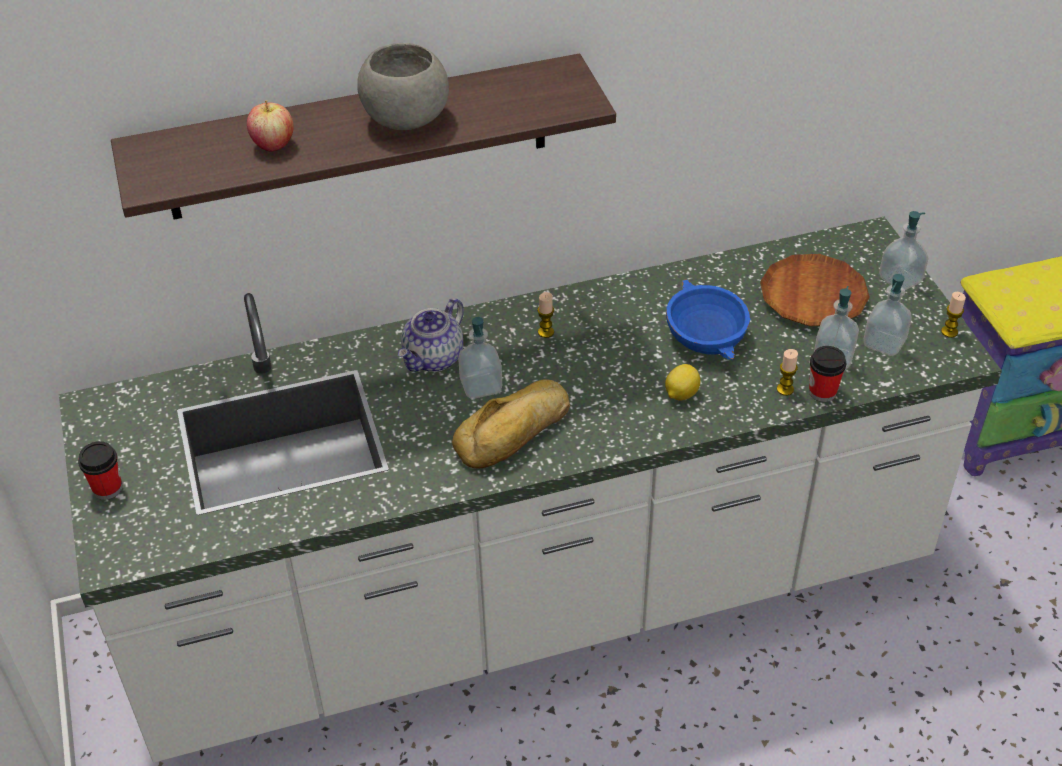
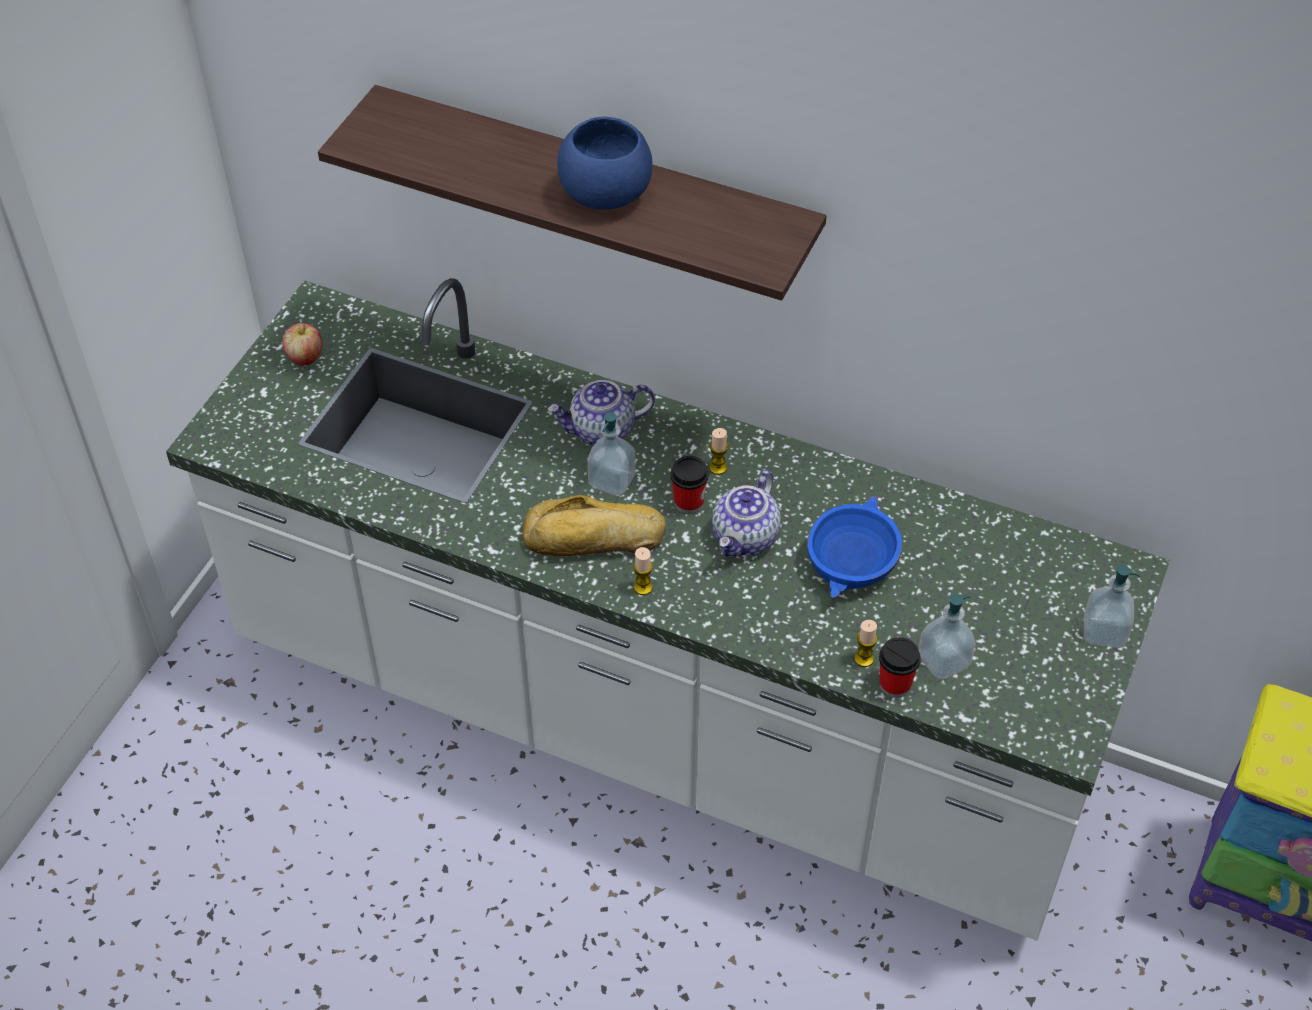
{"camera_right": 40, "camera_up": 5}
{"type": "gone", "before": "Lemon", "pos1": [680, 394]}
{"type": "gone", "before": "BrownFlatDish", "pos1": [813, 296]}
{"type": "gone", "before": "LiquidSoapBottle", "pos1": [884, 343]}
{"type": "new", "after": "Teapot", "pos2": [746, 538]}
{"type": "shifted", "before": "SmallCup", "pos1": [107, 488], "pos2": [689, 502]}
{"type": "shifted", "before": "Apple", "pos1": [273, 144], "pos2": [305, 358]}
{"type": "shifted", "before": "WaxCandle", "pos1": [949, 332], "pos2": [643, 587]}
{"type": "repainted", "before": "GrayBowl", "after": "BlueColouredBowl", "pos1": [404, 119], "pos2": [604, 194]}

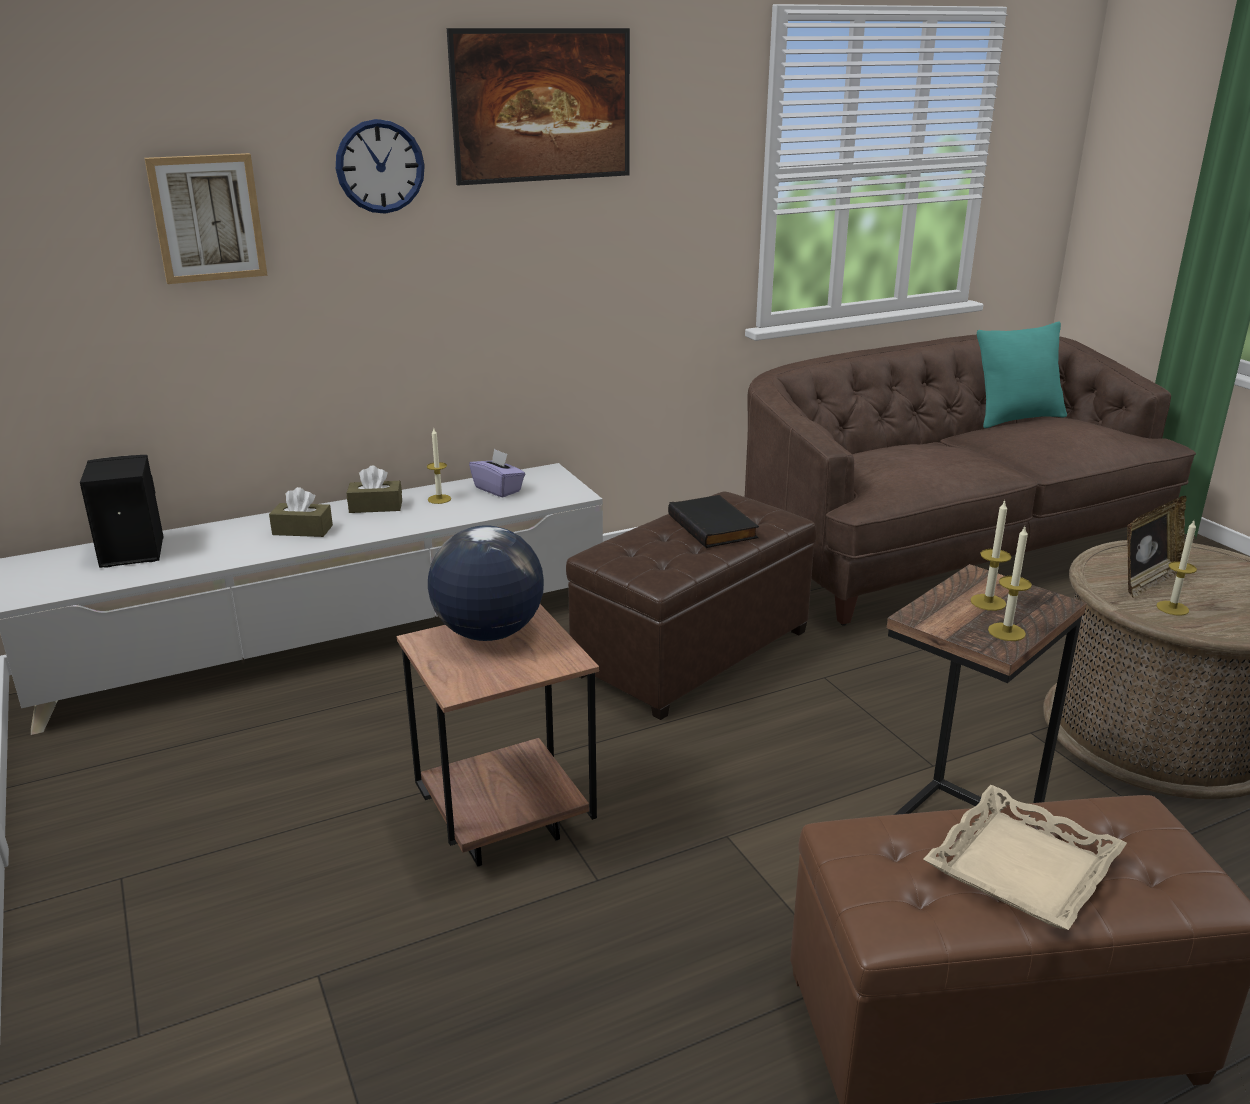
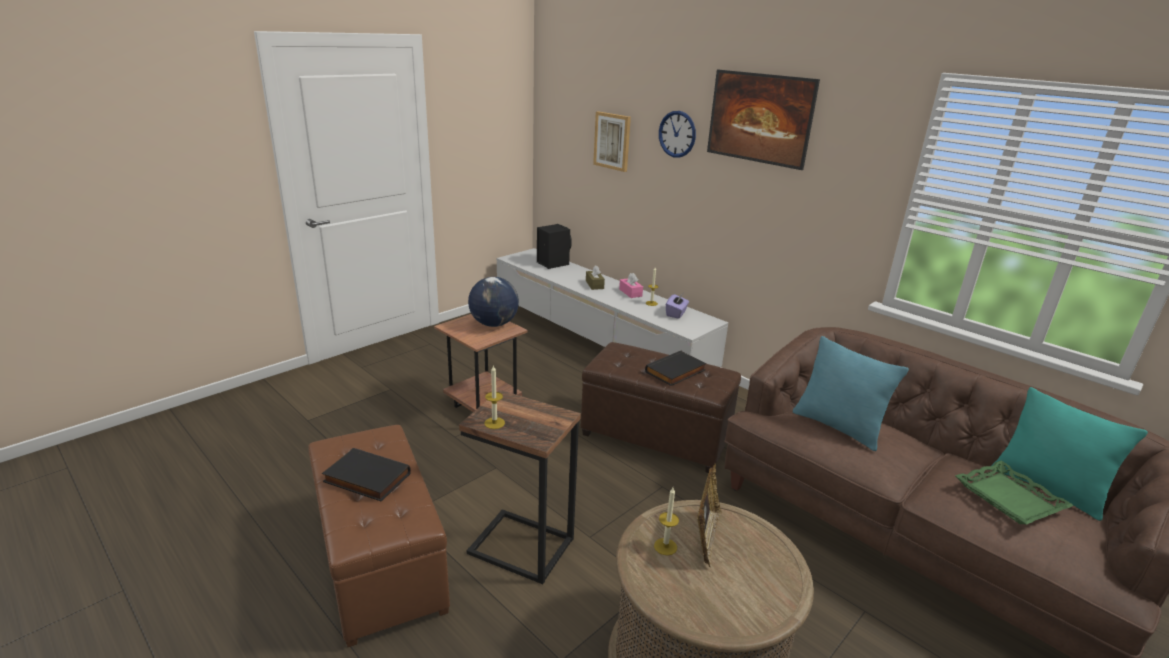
{"camera_right": 70, "camera_up": 0}
{"type": "gone", "before": "WaxCandle", "pos1": [988, 602]}
{"type": "new", "after": "BlueGreenCushion", "pos2": [838, 427]}
{"type": "new", "after": "GreenColouredCarryingTray", "pos2": [1008, 498]}
{"type": "swapped", "before": "BeigeCarryingTray", "after": "BlackBook", "pos1": [1024, 868], "pos2": [365, 479]}
{"type": "repainted", "before": "BrownTissueHolder", "after": "PinkColouredTissueHolder", "pos1": [375, 506], "pos2": [630, 293]}
{"type": "rotated", "before": "StandingFrame", "pos1": [1148, 581], "pos2": [706, 537], "turn": -105}

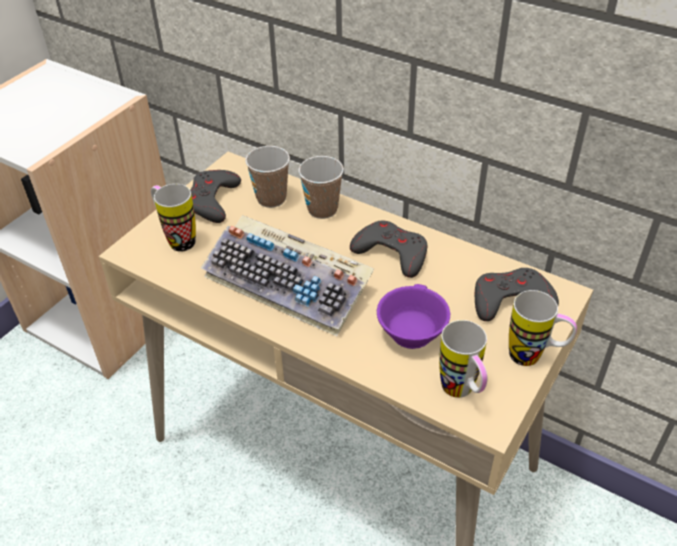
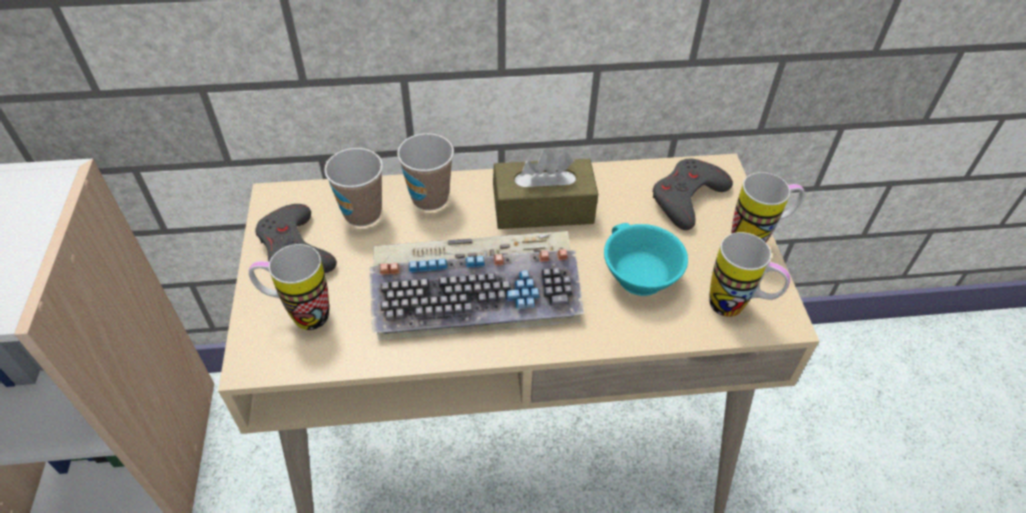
{"camera_right": -40, "camera_up": 5}
{"type": "swapped", "before": "GrayJoypad", "after": "BrownTissueHolder", "pos1": [391, 253], "pos2": [543, 208]}
{"type": "repainted", "before": "PurplishSmallCup", "after": "BlueGreenSmallCup", "pos1": [409, 330], "pos2": [636, 276]}

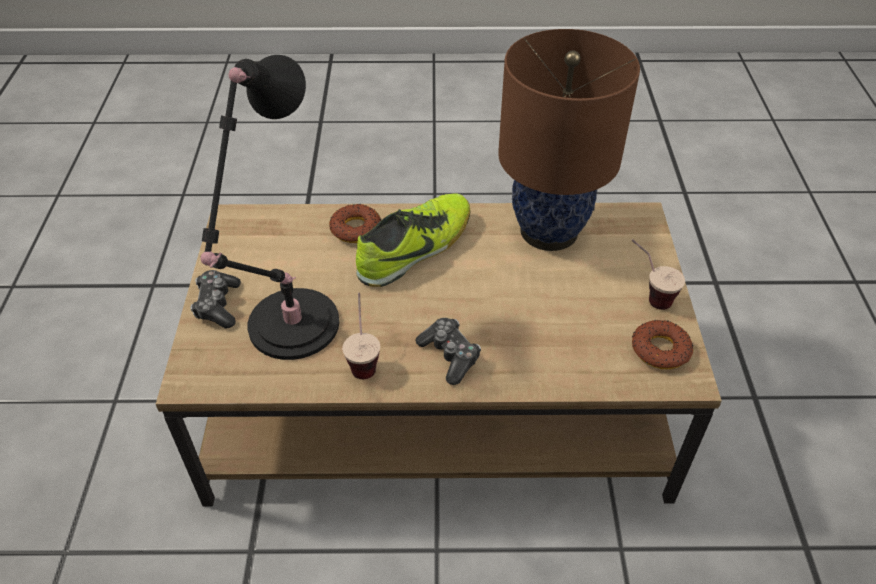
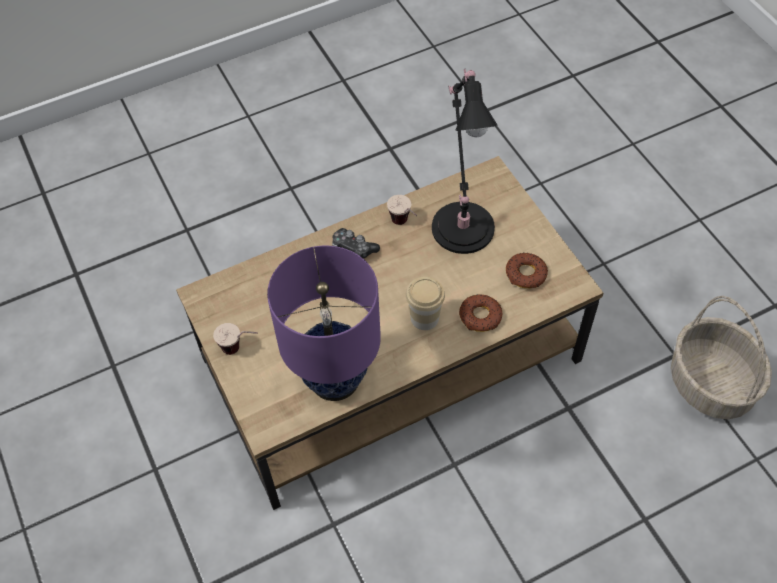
{"camera_right": 155, "camera_up": 10}
{"type": "gone", "before": "Joypad", "pos1": [218, 305]}
{"type": "new", "after": "Basket", "pos2": [709, 383]}
{"type": "shifted", "before": "Doughnut", "pos1": [660, 349], "pos2": [526, 274]}
{"type": "swapped", "before": "Shoe", "after": "SmallCup", "pos1": [416, 249], "pos2": [424, 318]}
{"type": "repainted", "before": "BrownLampForATable", "after": "PurplishLampForATable", "pos1": [549, 231], "pos2": [334, 379]}

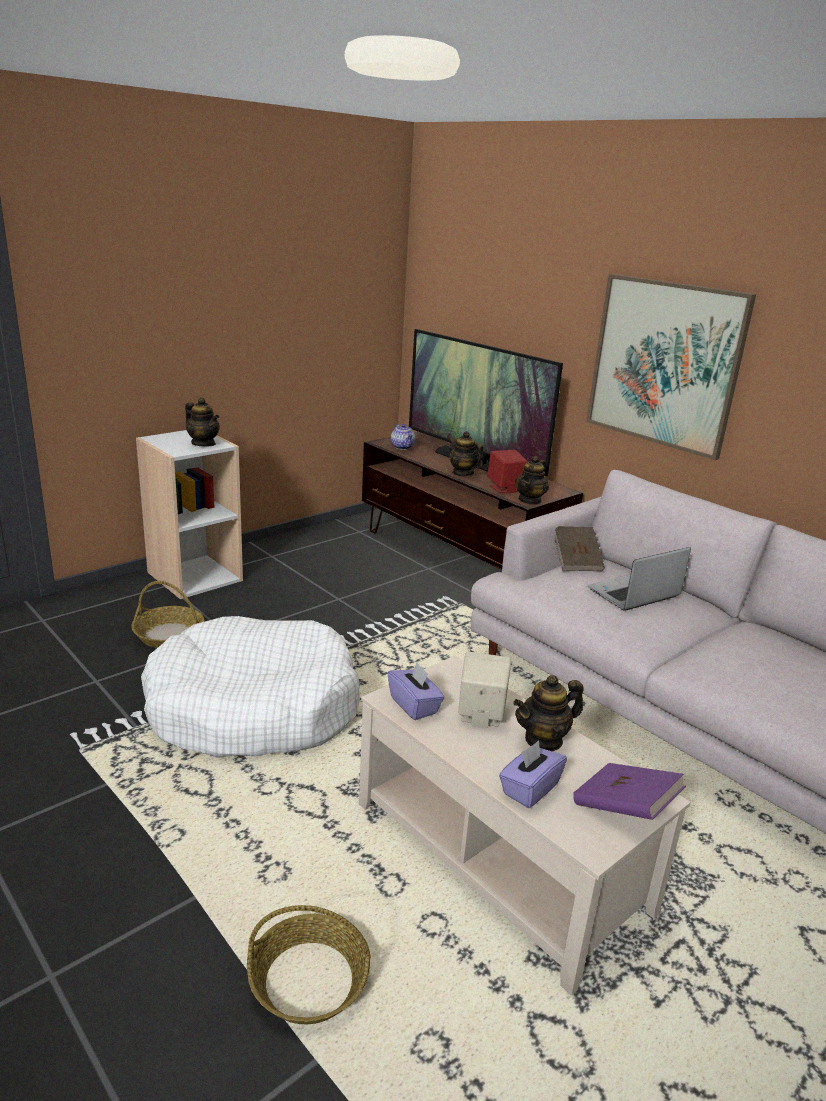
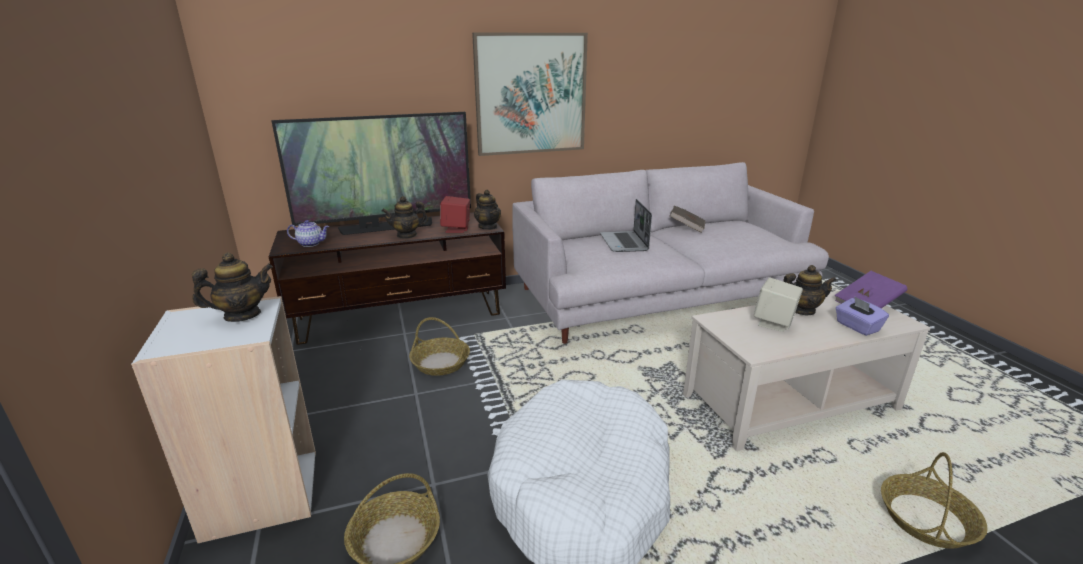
{"camera_right": -65, "camera_up": 0}
{"type": "gone", "before": "PurplishTissueHolder", "pos1": [414, 705]}
{"type": "new", "after": "Basket", "pos2": [440, 363]}
{"type": "shifted", "before": "BrownBook", "pos1": [576, 561], "pos2": [686, 227]}
{"type": "rotated", "before": "Teapot", "pos1": [544, 740], "pos2": [801, 310], "turn": -90}

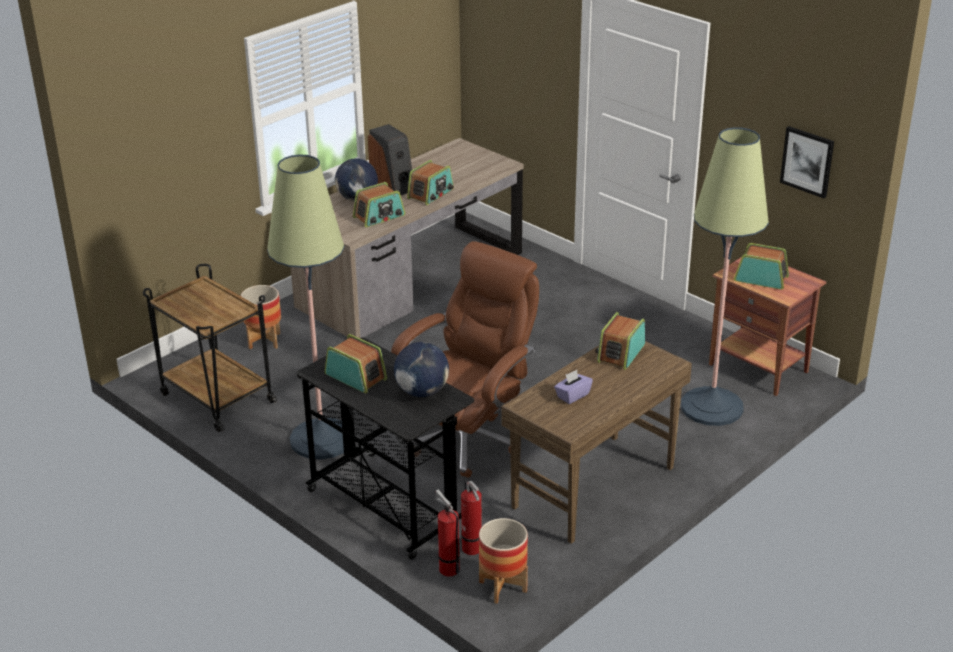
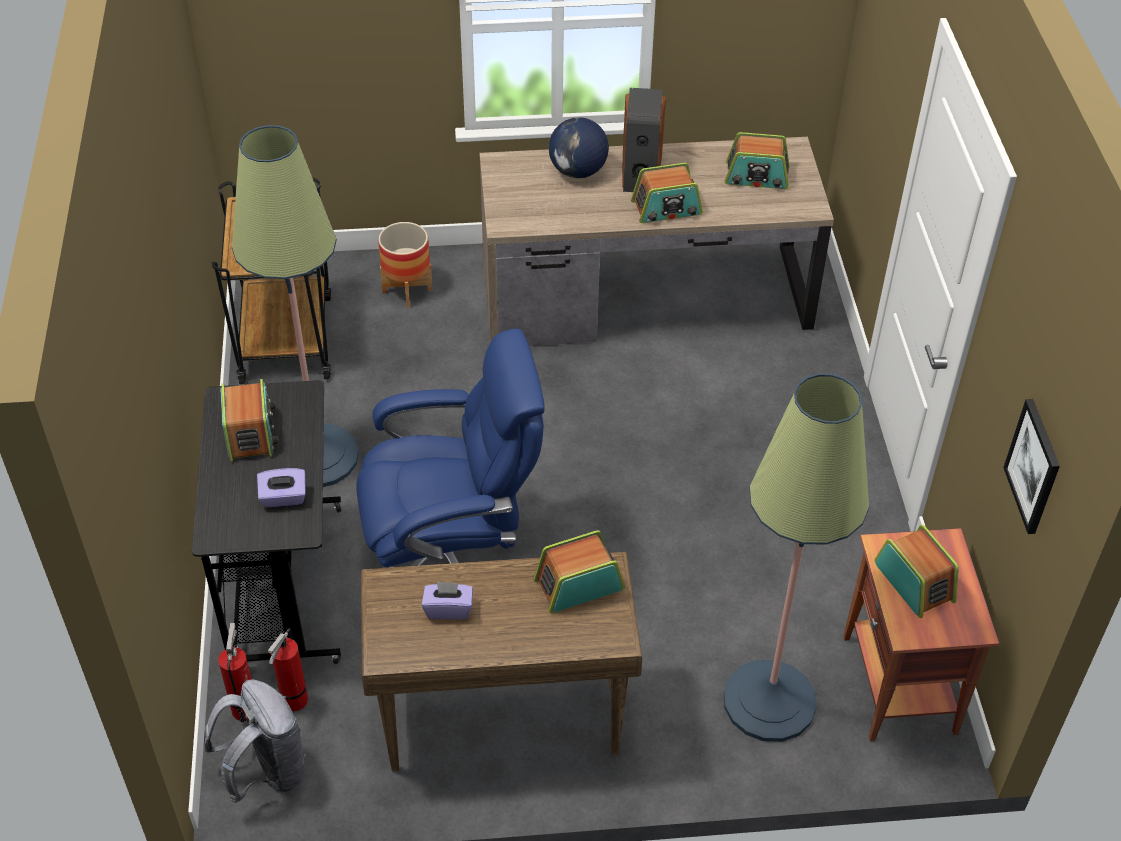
{"camera_right": 40, "camera_up": 15}
{"type": "shifted", "before": "RadioReceiver", "pos1": [379, 216], "pos2": [757, 176]}
{"type": "swapped", "before": "Globe", "after": "PurplishTissueHolder", "pos1": [422, 391], "pos2": [283, 498]}
{"type": "swapped", "before": "Planter", "after": "GrayKnapsack", "pos1": [502, 587], "pos2": [266, 772]}
{"type": "repainted", "before": "BrownDeskChair", "after": "BlueColouredDeskChair", "pos1": [468, 440], "pos2": [452, 557]}

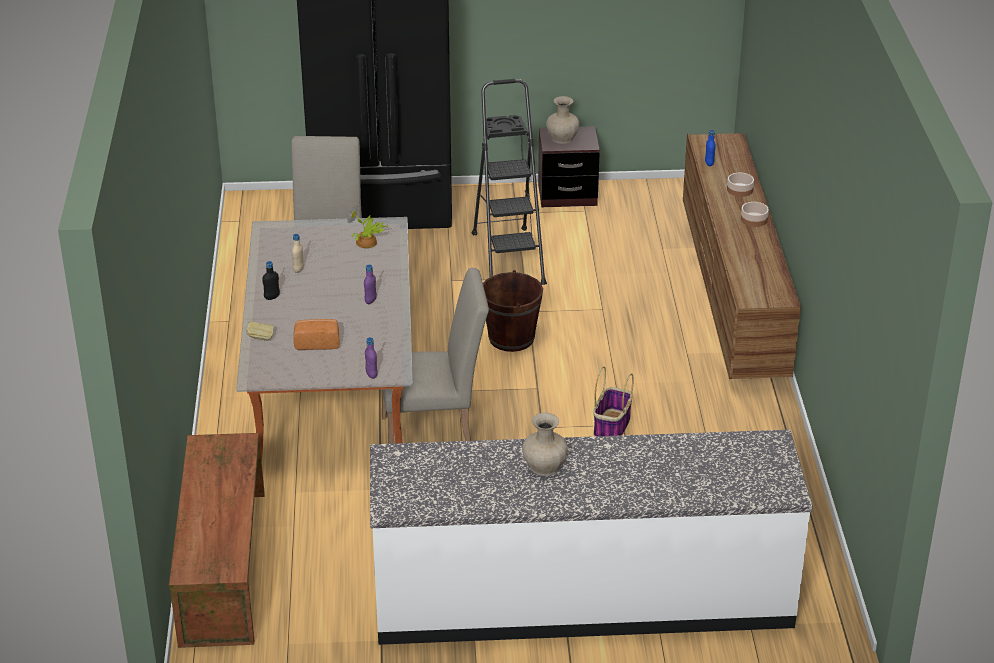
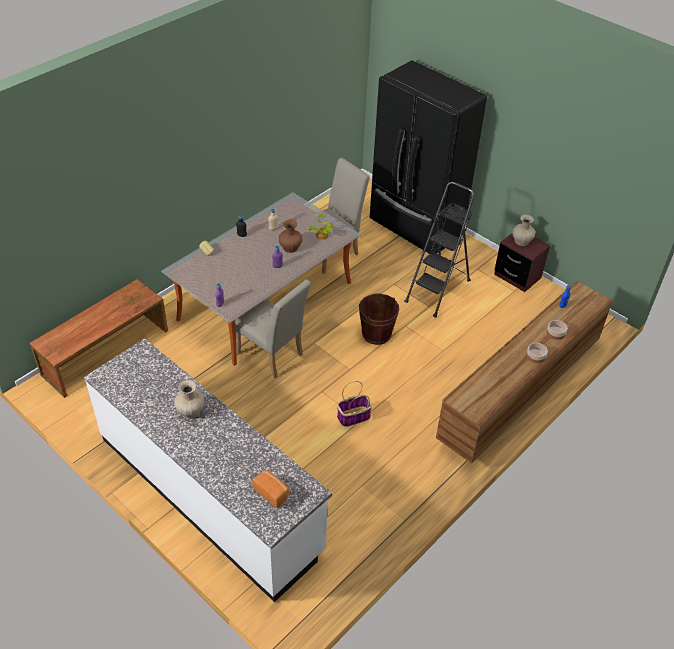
{"camera_right": 45, "camera_up": 10}
{"type": "new", "after": "BrownFlowerVase", "pos2": [290, 247]}
{"type": "shifted", "before": "BakedBread", "pos1": [317, 342], "pos2": [272, 492]}

